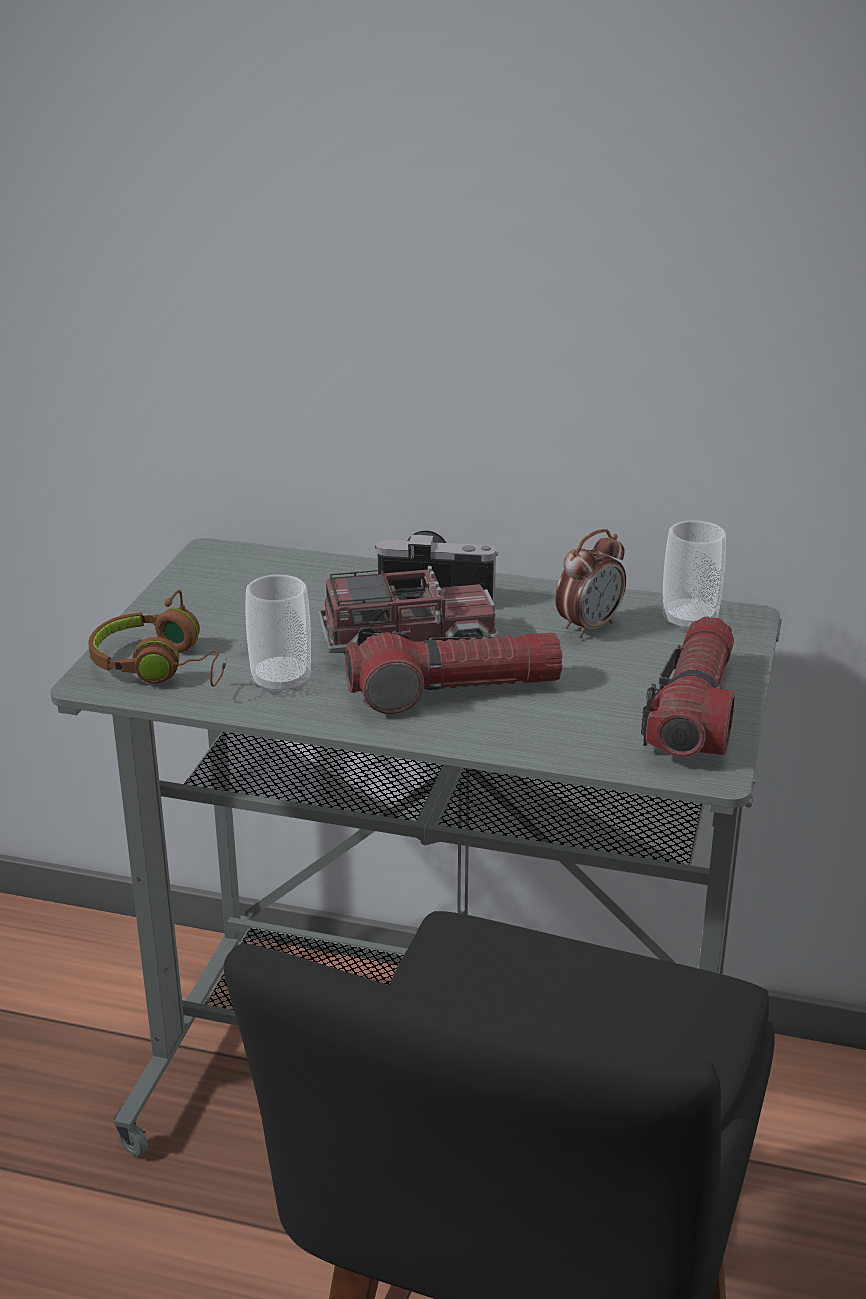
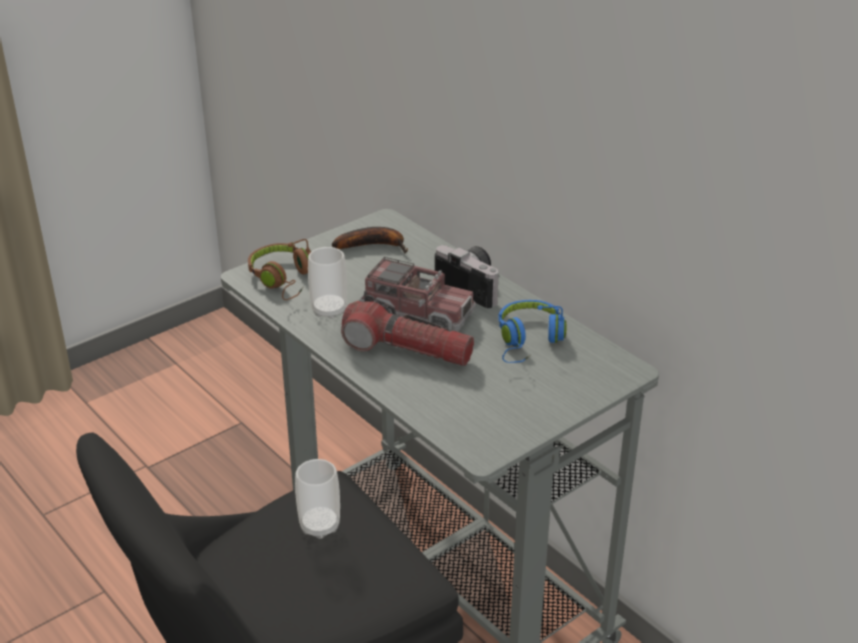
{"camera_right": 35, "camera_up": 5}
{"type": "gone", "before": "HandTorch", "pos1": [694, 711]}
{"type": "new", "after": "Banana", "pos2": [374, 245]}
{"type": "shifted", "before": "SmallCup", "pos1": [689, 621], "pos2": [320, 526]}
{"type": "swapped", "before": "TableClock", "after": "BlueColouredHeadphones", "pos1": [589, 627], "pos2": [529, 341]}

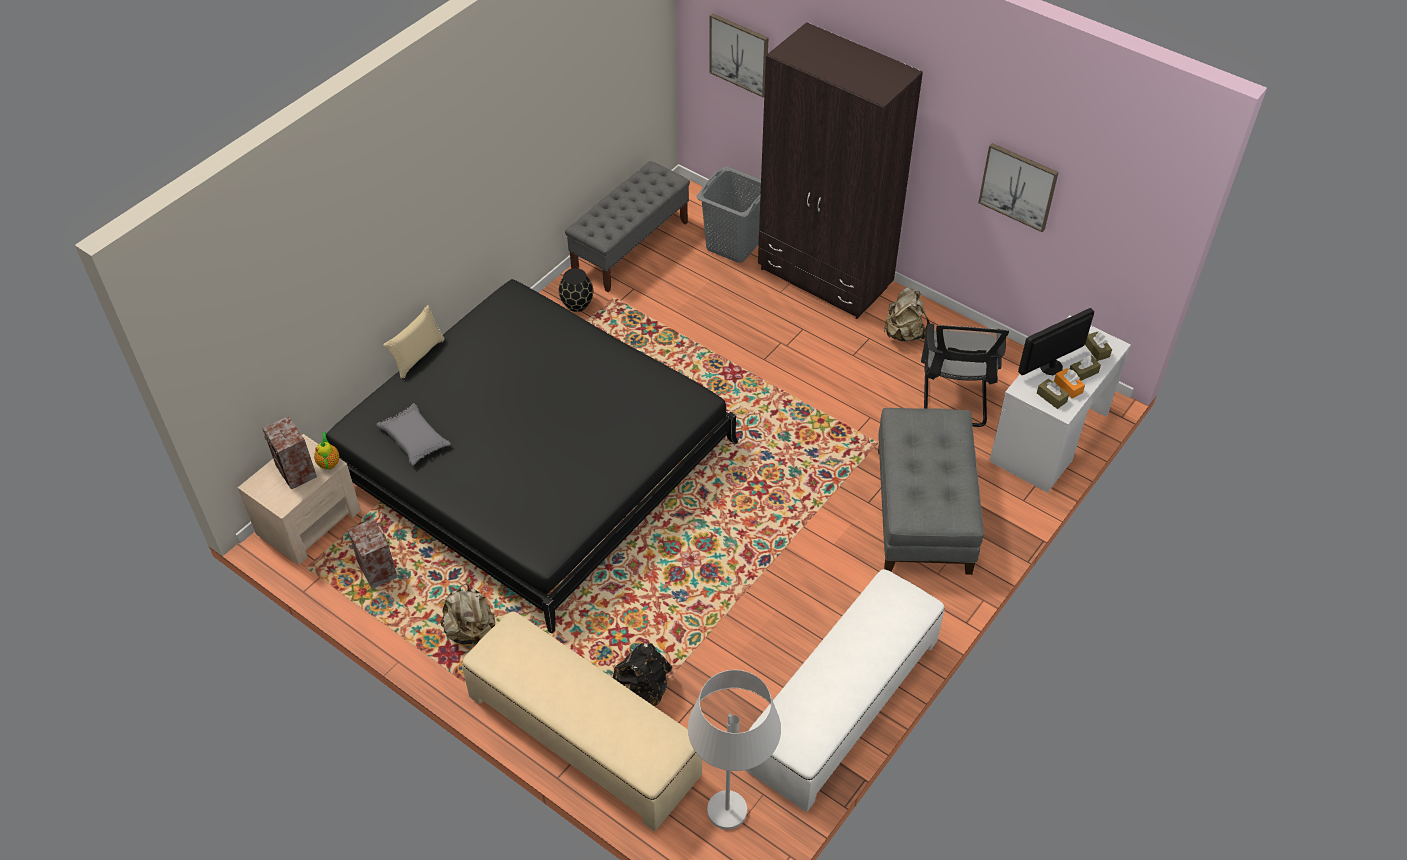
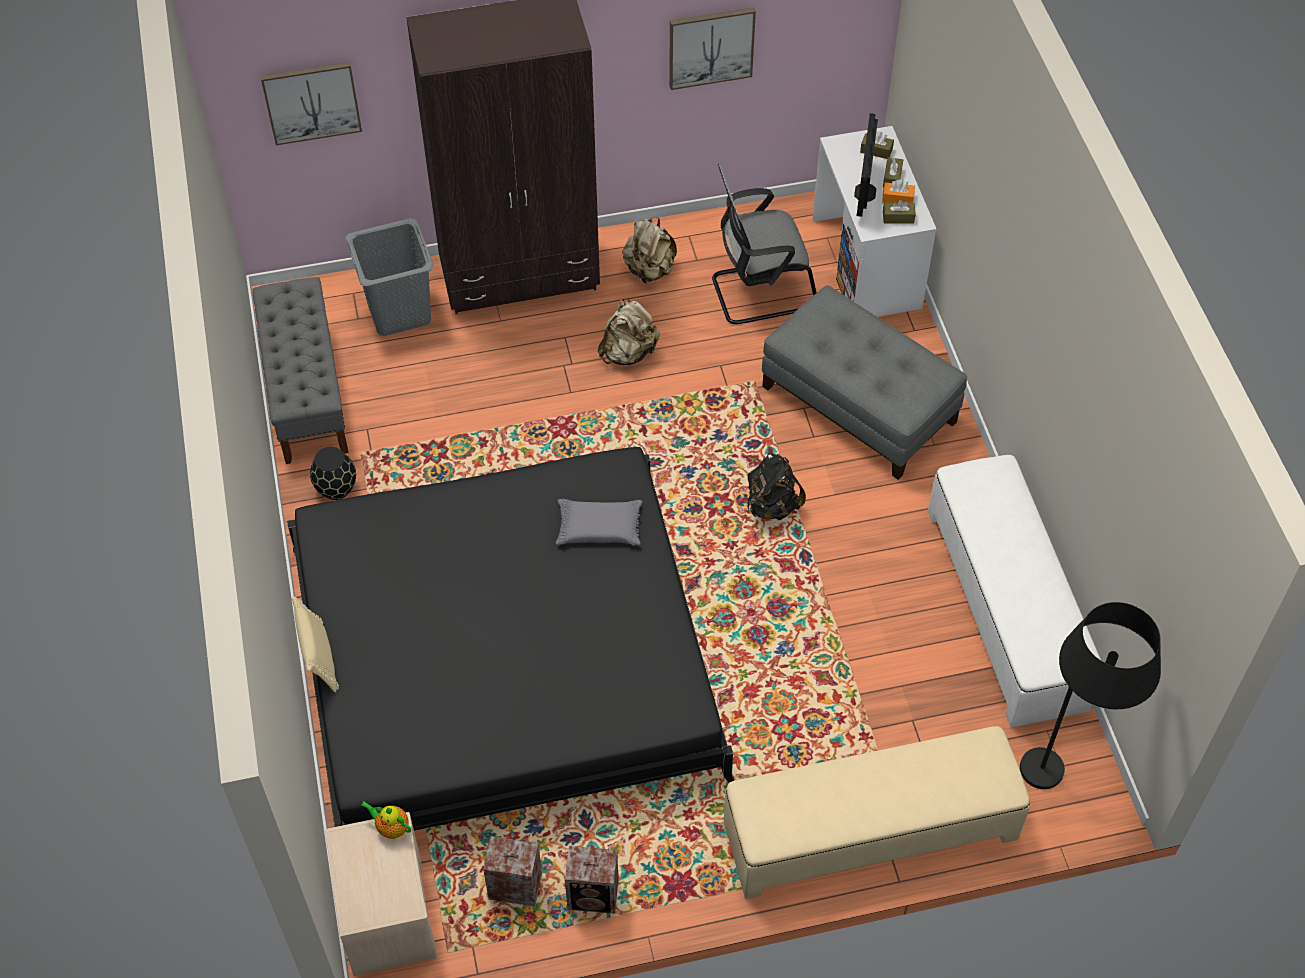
{"camera_right": -50, "camera_up": 5}
{"type": "shifted", "before": "Loudspeaker", "pos1": [296, 472], "pos2": [594, 896]}
{"type": "shifted", "before": "GrayCushion", "pos1": [414, 438], "pos2": [599, 526]}
{"type": "shifted", "before": "BeigeKnapsack", "pos1": [471, 631], "pos2": [628, 352]}
{"type": "shifted", "before": "BlackKnapsack", "pos1": [642, 688], "pos2": [772, 505]}
{"type": "repainted", "before": "WhiteStandardLamp", "after": "BlackStandardLamp", "pos1": [731, 831], "pos2": [1064, 780]}
{"type": "rotated", "before": "PlainChair", "pos1": [954, 398], "pos2": [759, 292], "turn": 120}

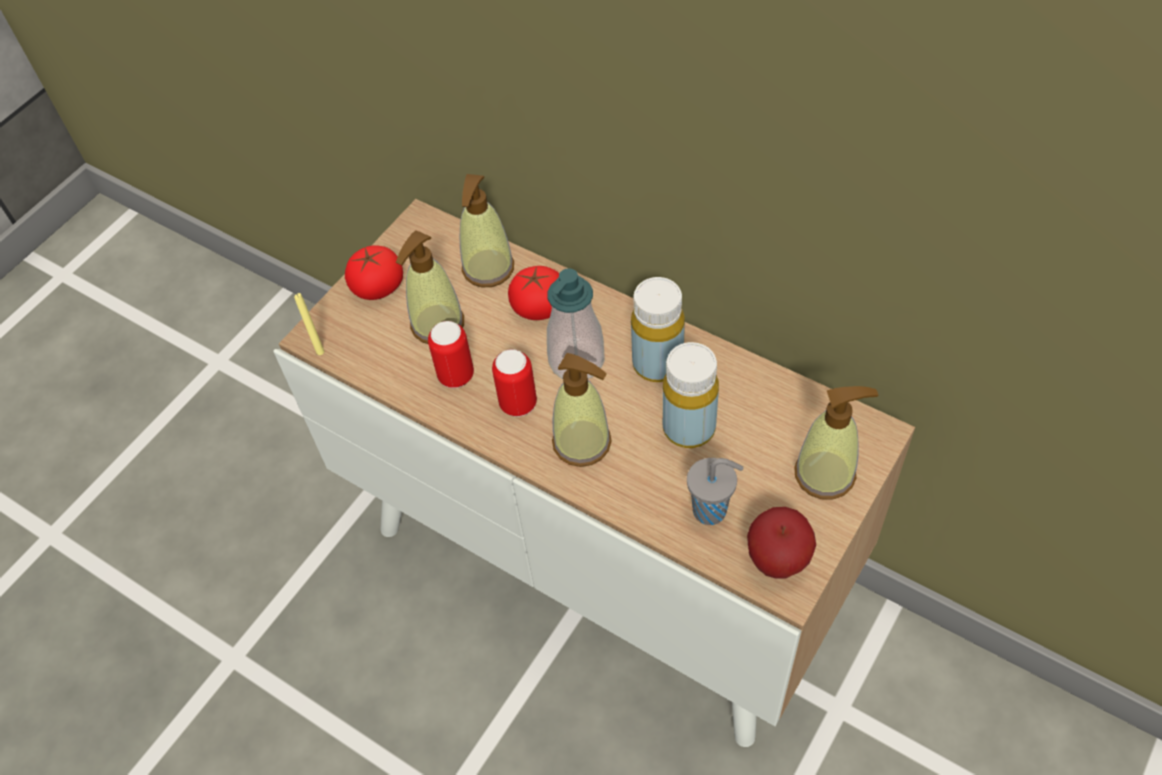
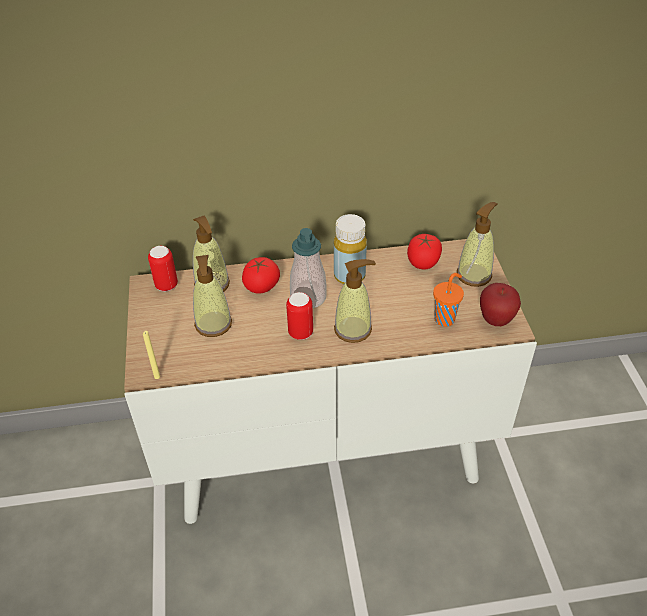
{"camera_right": -45, "camera_up": -10}
{"type": "gone", "before": "YellowDrinkBottle", "pos1": [689, 428]}
{"type": "shifted", "before": "WholeTomato", "pos1": [378, 287], "pos2": [423, 262]}
{"type": "shifted", "before": "Can", "pos1": [456, 375], "pos2": [166, 285]}
{"type": "repainted", "before": "GraySmallCup", "after": "OrangeySmallCup", "pos1": [712, 510], "pos2": [445, 319]}

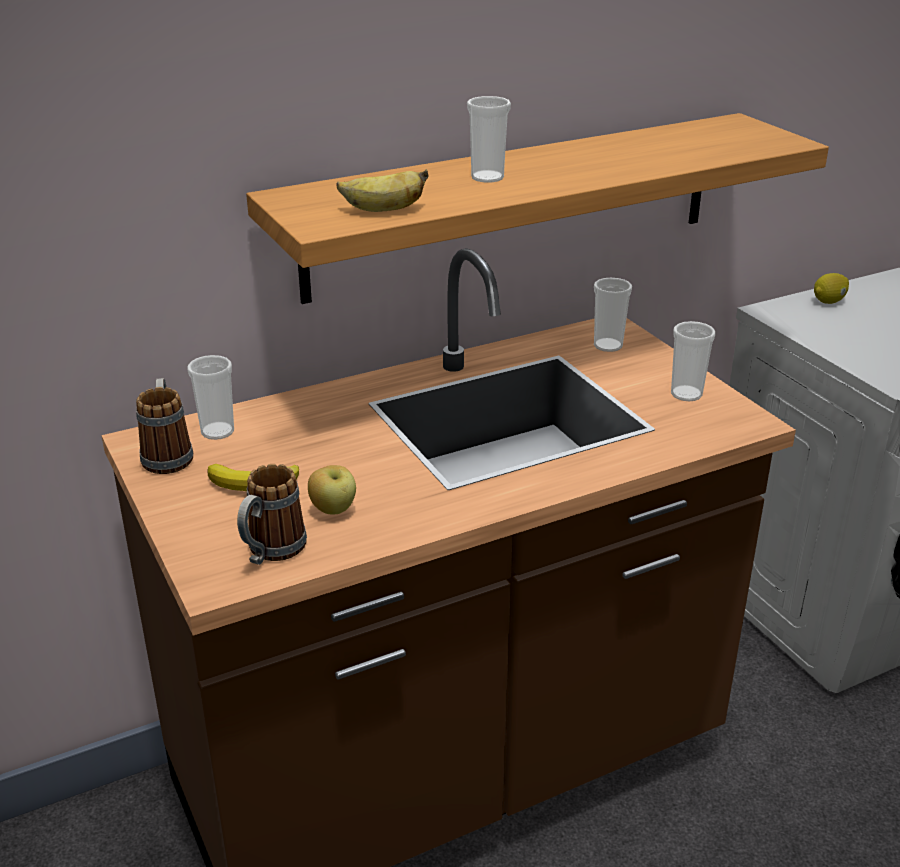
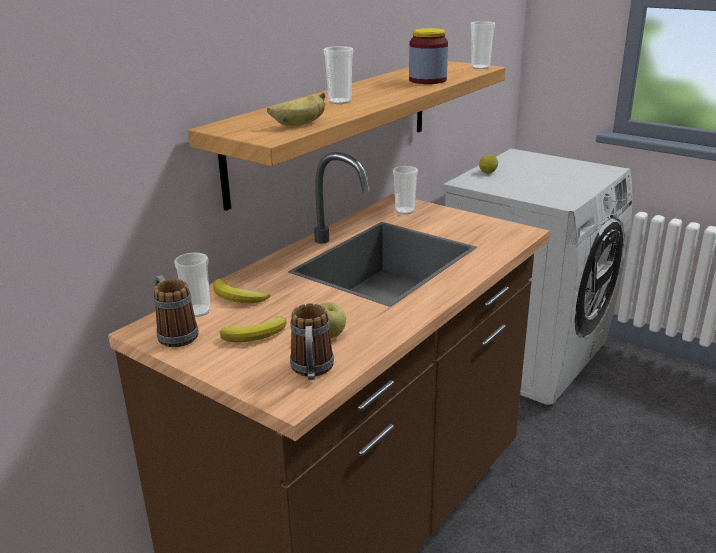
{"camera_right": -25, "camera_up": -5}
{"type": "new", "after": "Banana", "pos2": [238, 297]}
{"type": "new", "after": "Jar", "pos2": [427, 80]}
{"type": "shifted", "before": "SmallCup", "pos1": [686, 394], "pos2": [480, 67]}

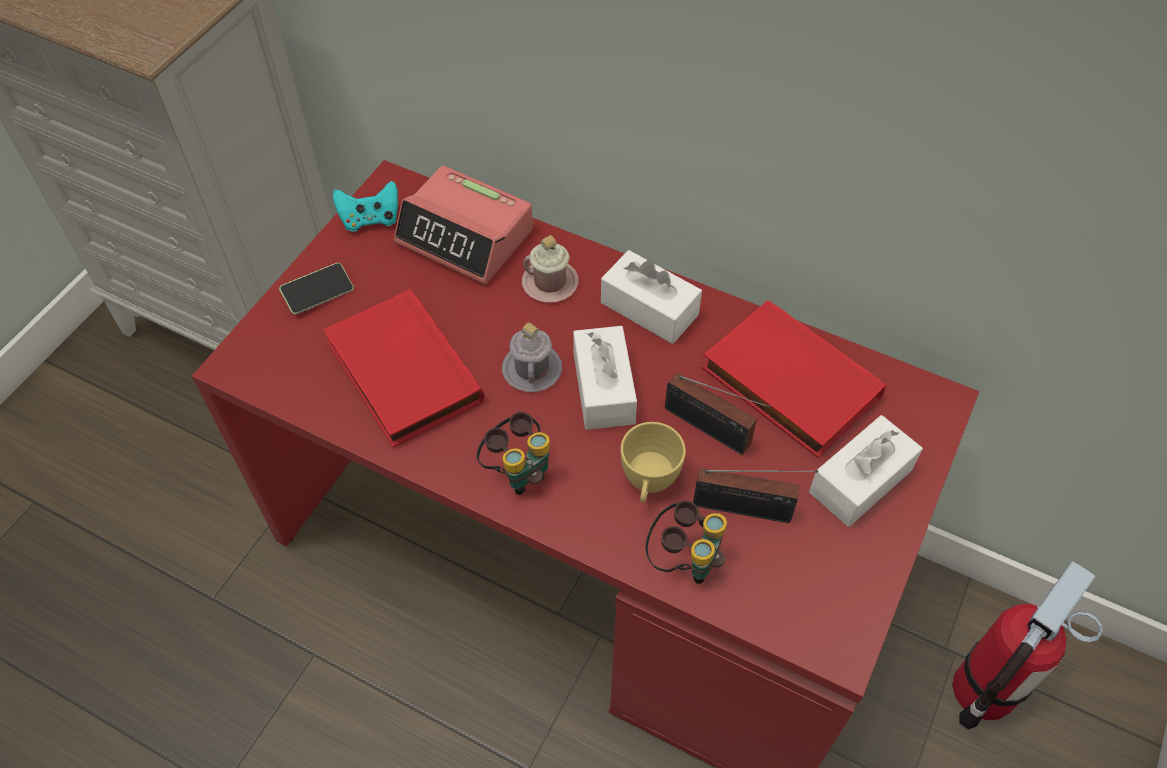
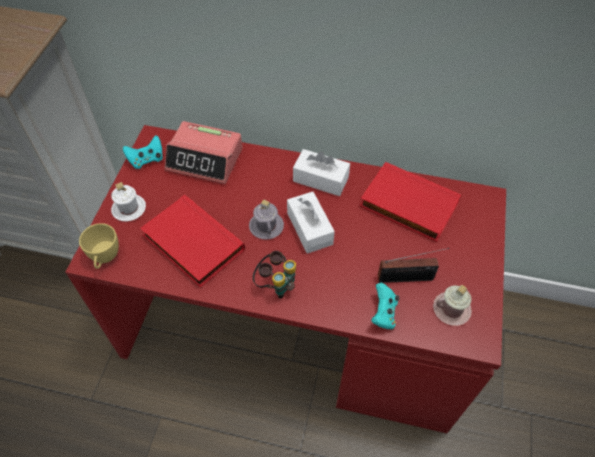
{"camera_right": -15, "camera_up": 0}
{"type": "gone", "before": "RadioReceiver", "pos1": [711, 430]}
{"type": "gone", "before": "WhiteTissueHolder", "pos1": [860, 481]}
{"type": "gone", "before": "FireExtinguisher", "pos1": [984, 690]}
{"type": "shifted", "before": "PinkColouredMug", "pos1": [550, 283], "pos2": [451, 309]}
{"type": "shifted", "before": "YellowSmallCup", "pos1": [648, 483], "pos2": [105, 258]}
{"type": "swapped", "before": "Phone", "after": "WhiteMug", "pos1": [319, 294], "pos2": [129, 209]}
{"type": "swapped", "before": "FieldGlasses", "after": "BlueGreenJoypad", "pos1": [684, 560], "pos2": [383, 313]}

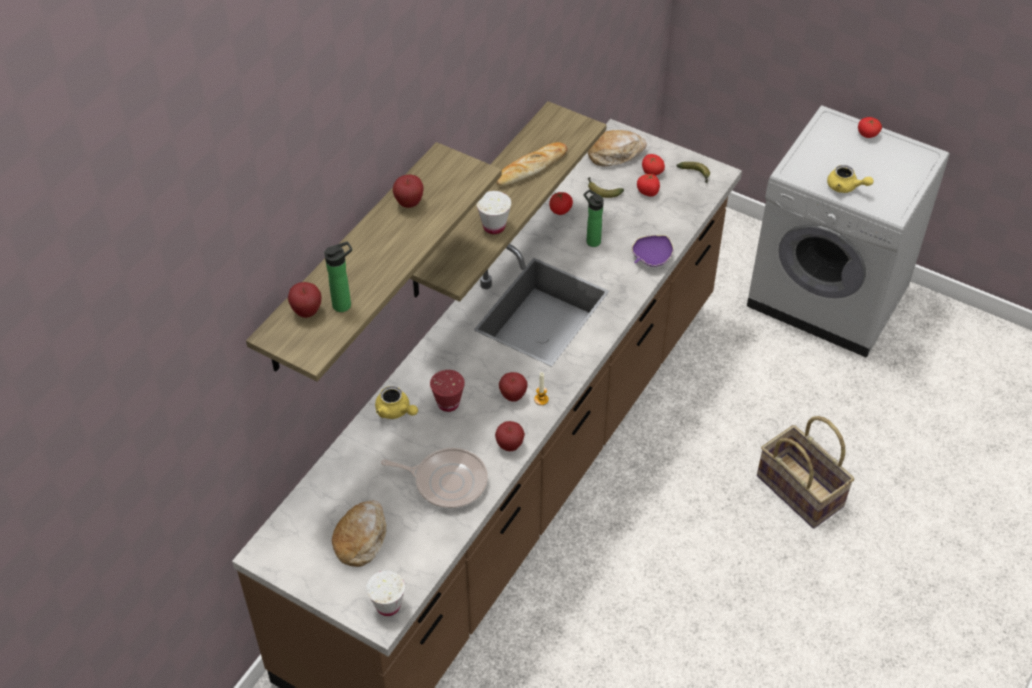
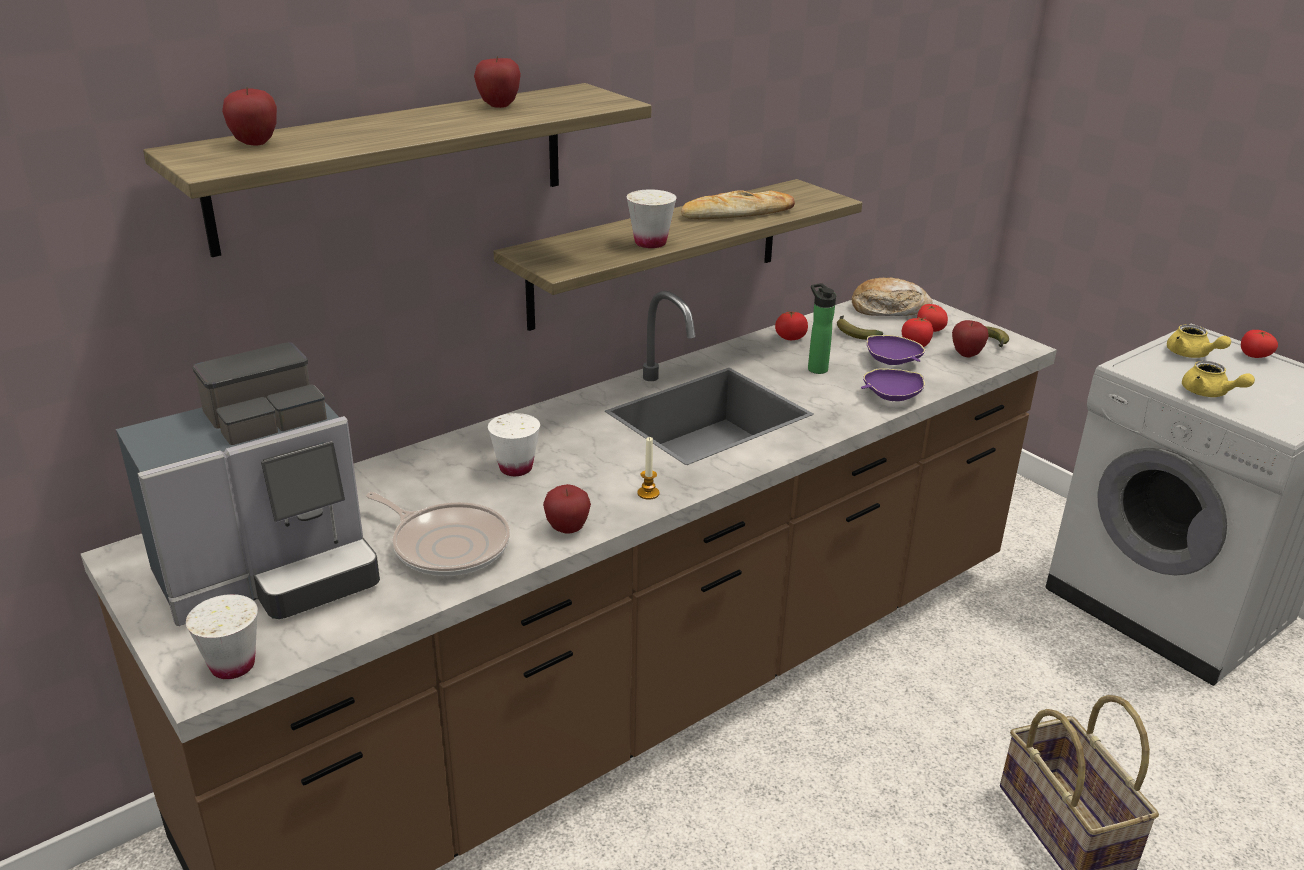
{"camera_right": 20, "camera_up": -20}
{"type": "gone", "before": "DrinkBottle", "pos1": [344, 304]}
{"type": "new", "after": "PurplishBowl", "pos2": [892, 362]}
{"type": "shifted", "before": "YellowTeapot", "pos1": [396, 411], "pos2": [1191, 355]}
{"type": "shifted", "before": "Apple", "pos1": [513, 396], "pos2": [966, 354]}
{"type": "swapped", "before": "BakedBread", "after": "CoffeeMaker", "pos1": [361, 538], "pos2": [272, 575]}
{"type": "repainted", "before": "RedSmallCup", "after": "WhiteSmallCup", "pos1": [448, 403], "pos2": [516, 468]}

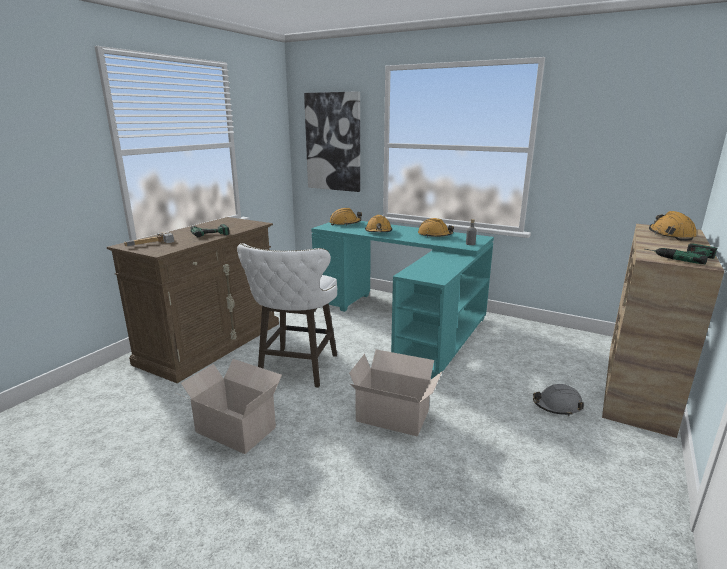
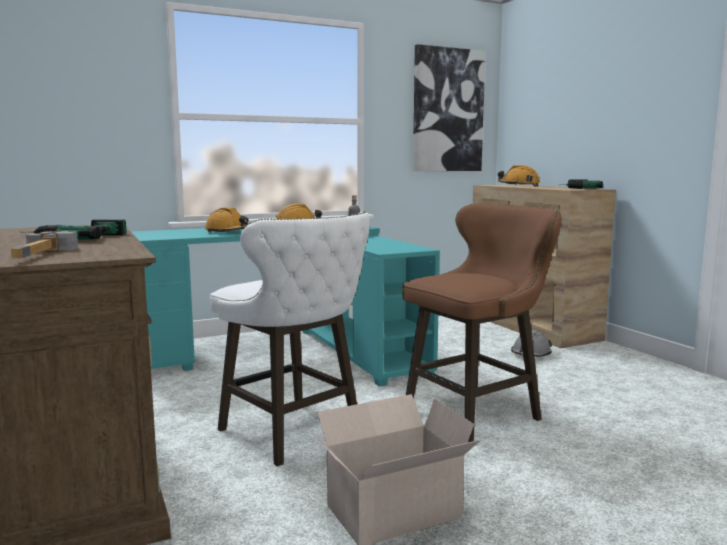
{"camera_right": -55, "camera_up": -10}
{"type": "gone", "before": "OrangeySafetyHelmet", "pos1": [345, 223]}
{"type": "shifted", "before": "Picture", "pos1": [333, 142], "pos2": [447, 110]}
{"type": "swapped", "before": "Carton", "after": "BrownStoolSeat", "pos1": [394, 417], "pos2": [476, 413]}

